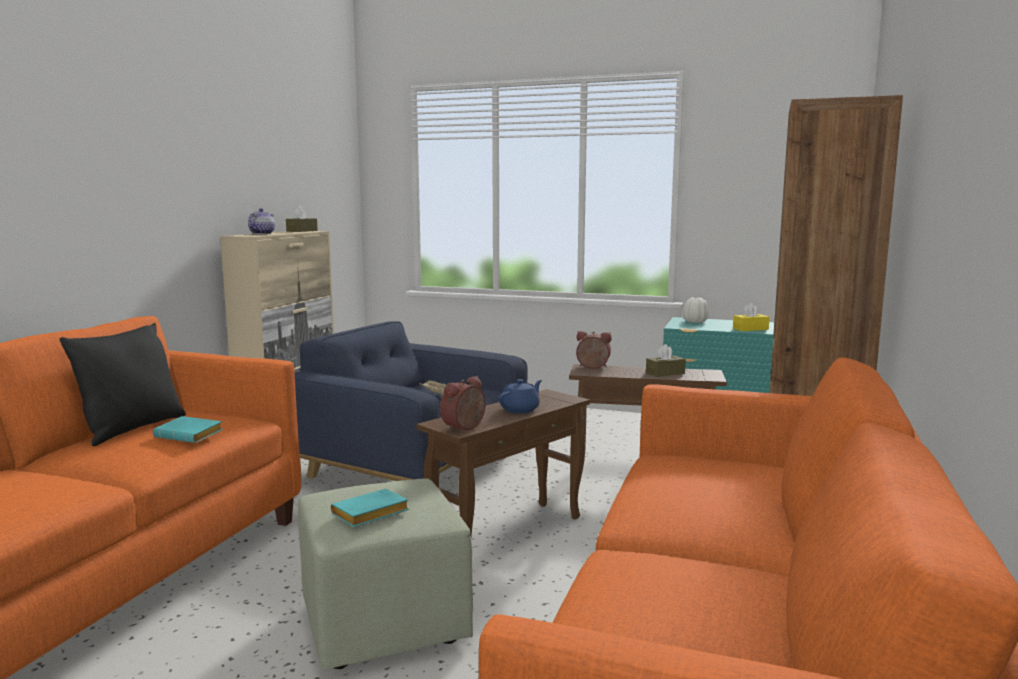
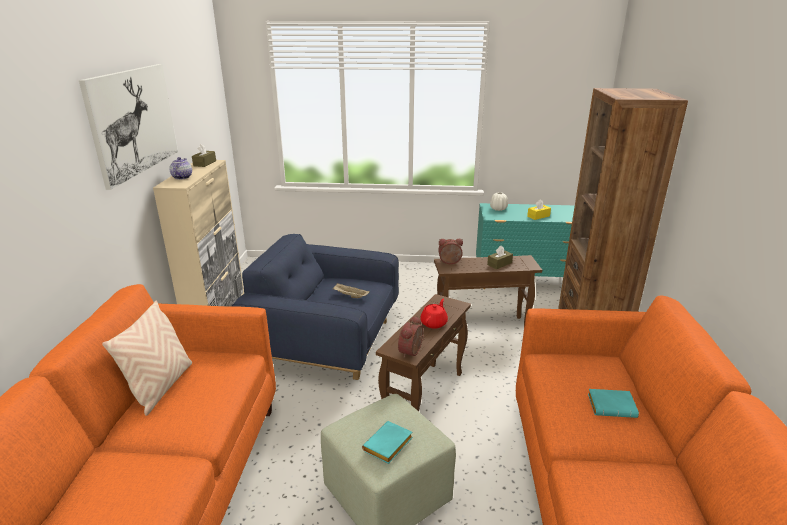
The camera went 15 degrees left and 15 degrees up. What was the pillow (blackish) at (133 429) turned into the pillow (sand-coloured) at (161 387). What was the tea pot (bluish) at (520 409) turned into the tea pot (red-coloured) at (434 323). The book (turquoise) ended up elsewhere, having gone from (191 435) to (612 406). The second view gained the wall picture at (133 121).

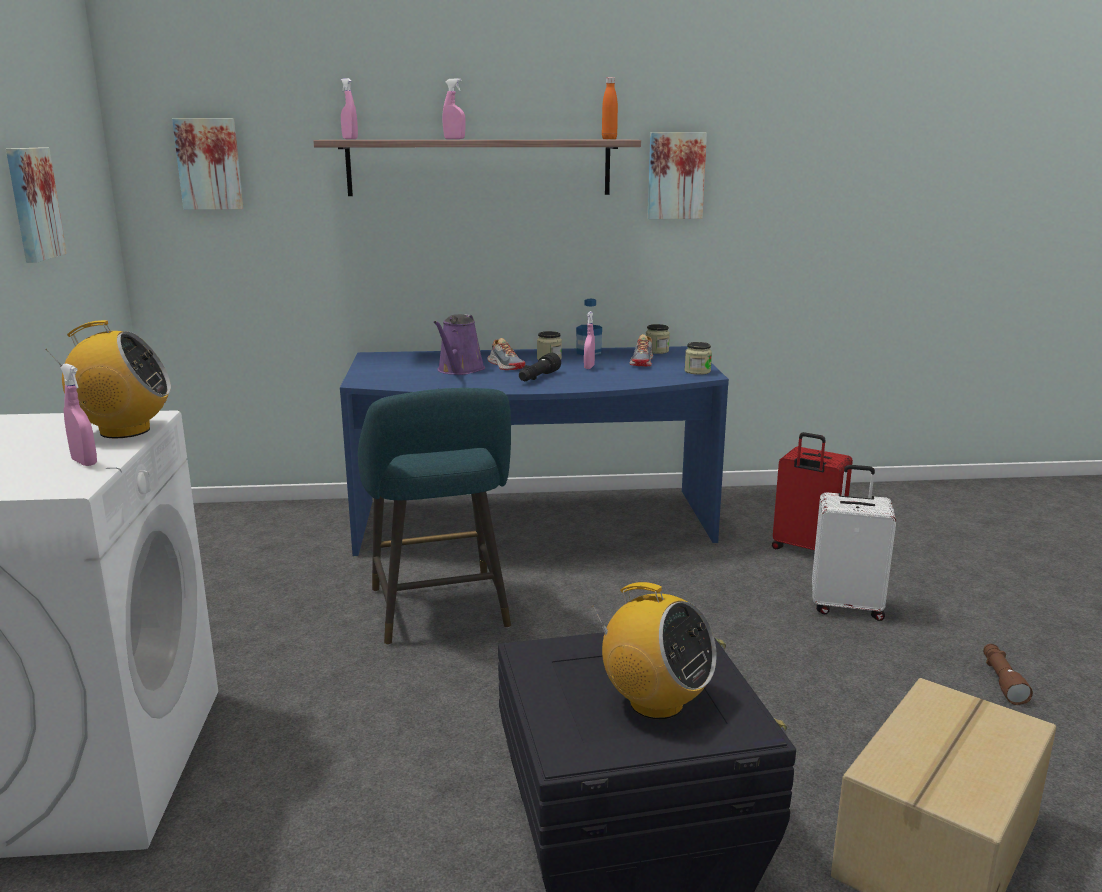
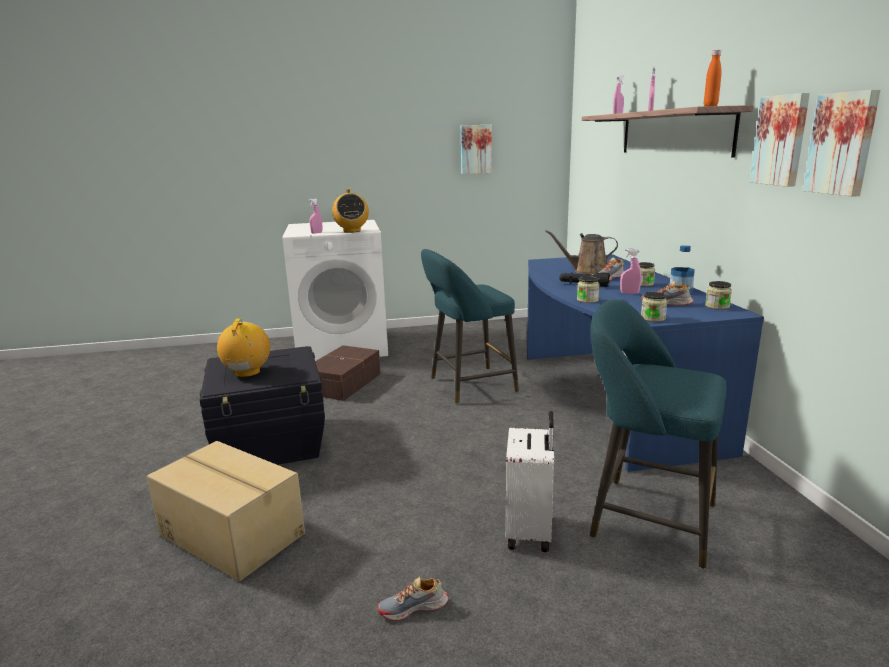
The camera went 85 degrees right and 0 degrees up. The wall picture ended up elsewhere, having gone from (209 164) to (842 144). What was the watering pot (purple-coloured) at (459 370) turned into the watering pot (brown) at (587 271). Where the piece of luggage (red-coloured) stood at (805 549), the stool (turquoise) came to stand at (645 518). The radio at (655 703) ended up facing another way, 150 degrees clockwise from before. Where the torch (brown) stood at (1001 680), the low shoe came to stand at (414 608). The second view gained the storage jar at (587 300). The second view gained the storage box (brown) at (342 383).

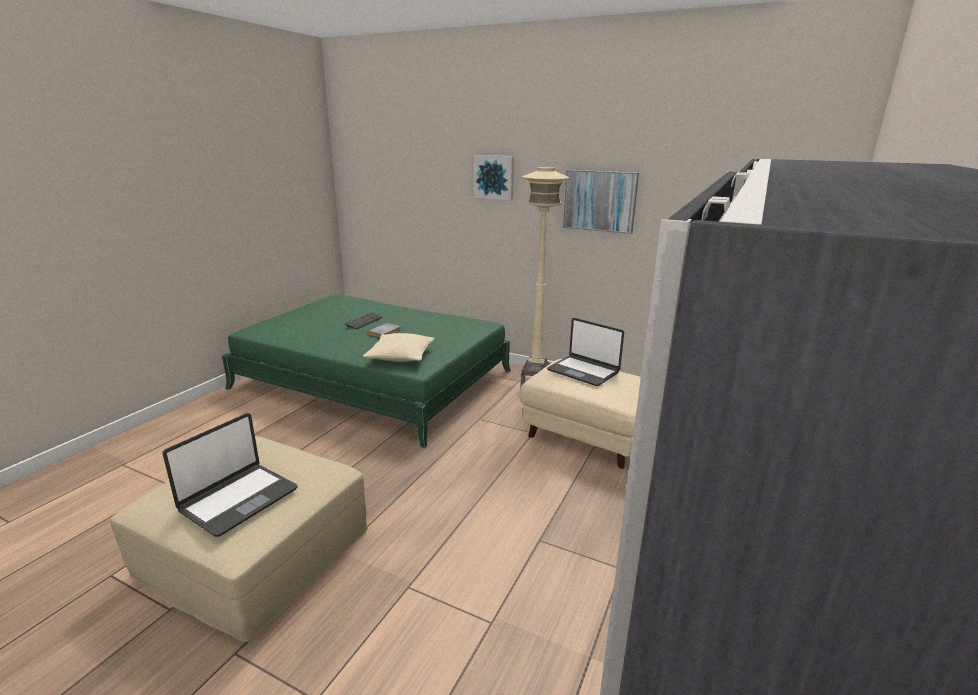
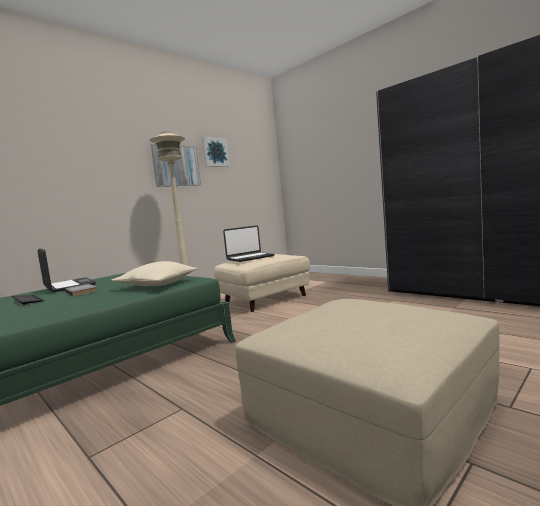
The camera went 70 degrees left and 15 degrees down. The wall picture ended up elsewhere, having gone from (494 177) to (215 152). The notebook computer ended up elsewhere, having gone from (238 499) to (68 286).

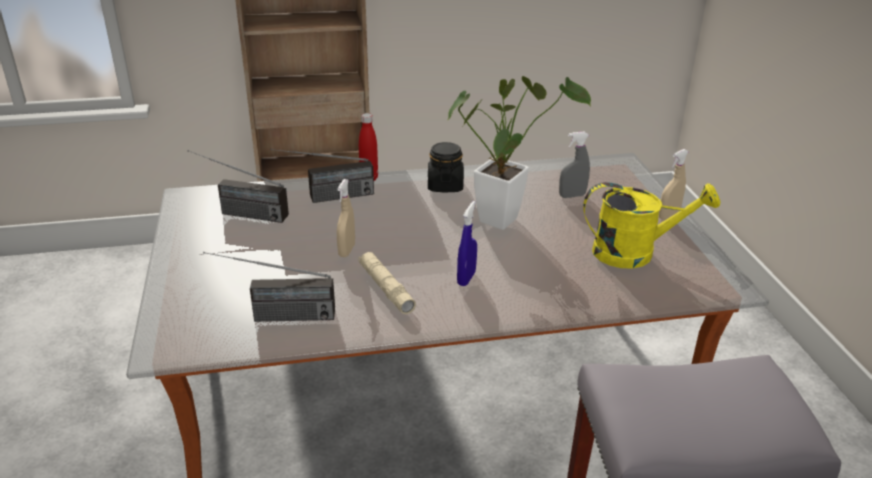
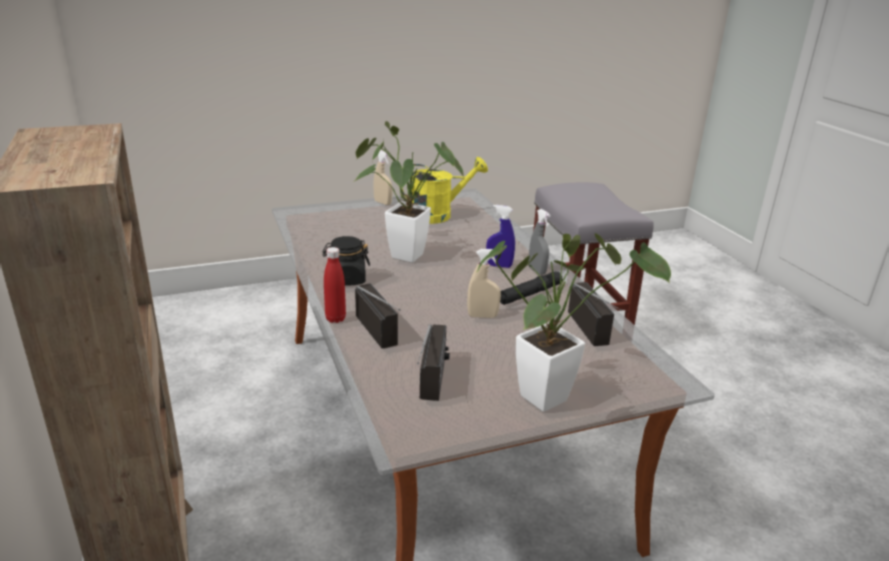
The camera went 100 degrees left and 5 degrees down. The hand sprayer (greyish) ended up elsewhere, having gone from (572 196) to (537 270). The watering pot (yellowish) at (634 253) ended up facing another way, 75 degrees clockwise from before. What was the torch (sand-coloured) at (386 288) turned into the torch (blackish) at (529 294). The second view gained the houseplant at (551 395).

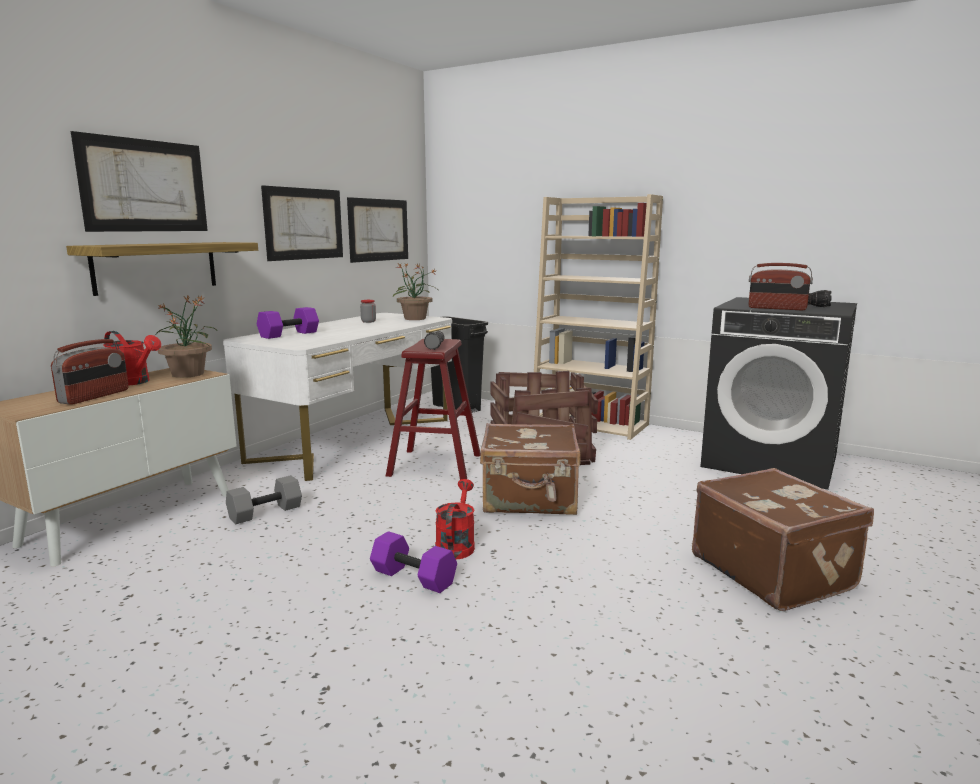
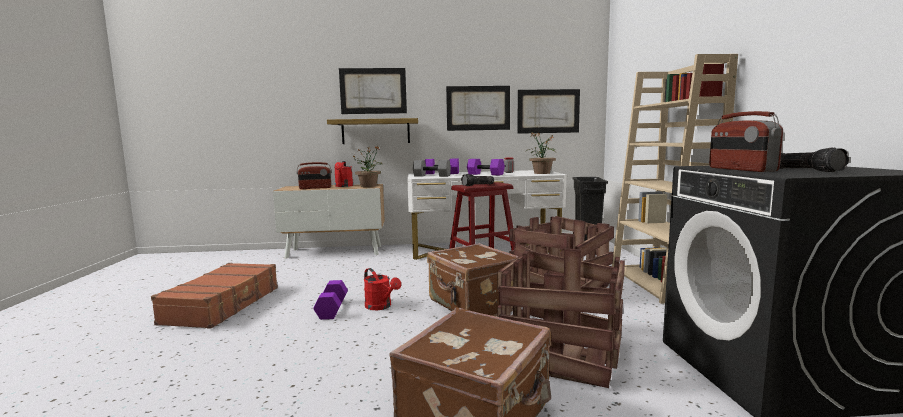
The camera went 55 degrees right and 5 degrees down. The dumbbell (greyish) ended up elsewhere, having gone from (265 512) to (432 176). The watering pot (red-coloured) at (456 545) ended up facing another way, 75 degrees clockwise from before. The second view gained the dumbbell (purple-coloured) at (486 174). The second view gained the crate at (561 353). The second view gained the piece of luggage (brown) at (223 305).

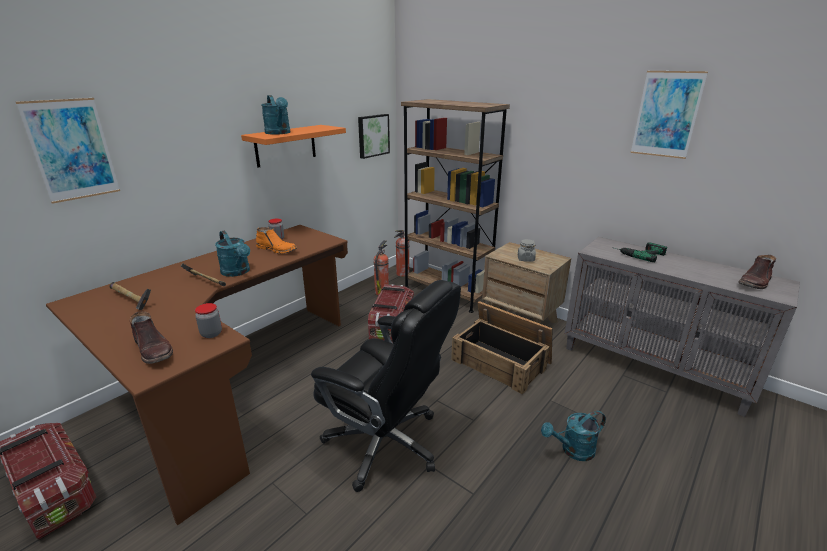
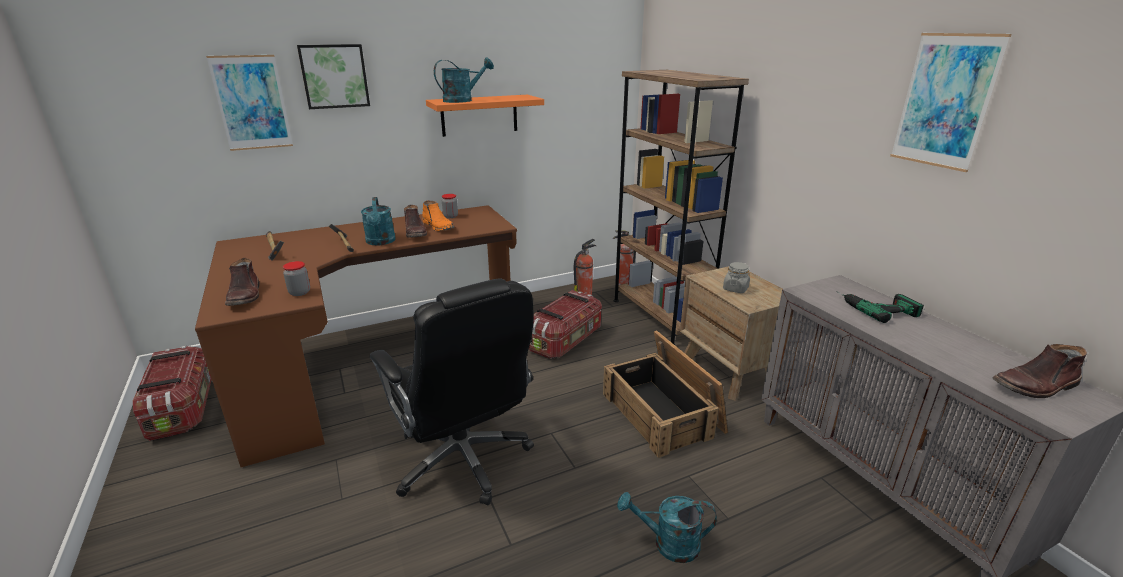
The camera went 25 degrees right and 0 degrees up. The watering pot (turquoise) at (279 133) ended up facing another way, 120 degrees counterclockwise from before. The wall picture ended up elsewhere, having gone from (372 135) to (334 76). The second view gained the boot (brown) at (415 232).

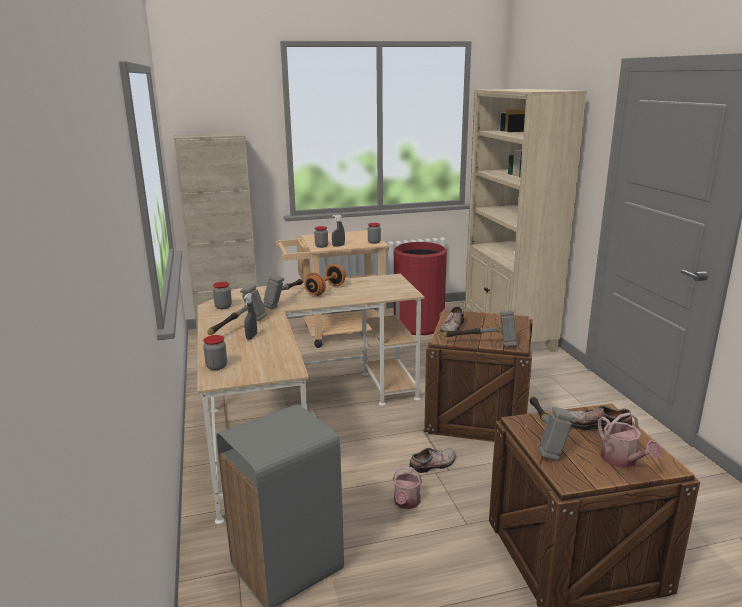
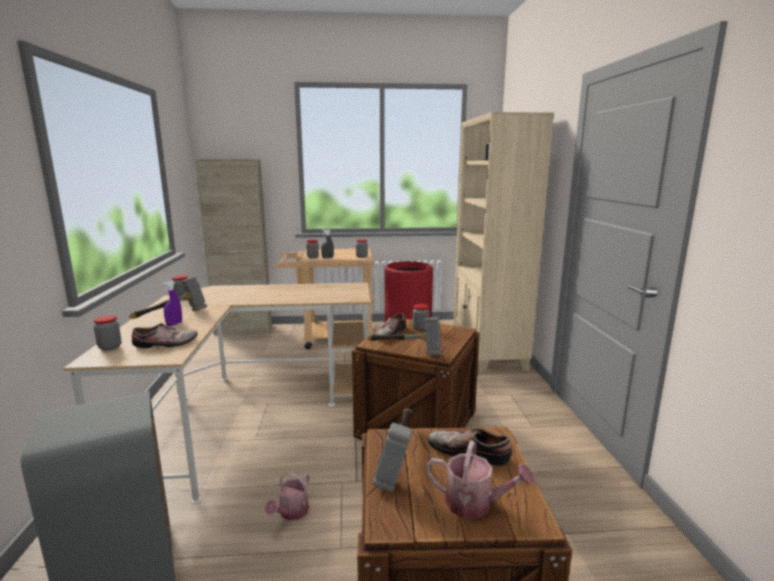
The camera went 10 degrees right and 5 degrees down. The second view lost the dumbbell (orange) at (325 290). The second view lost the tool hammer at (285 300). What was the hand sprayer (greyish) at (251 337) turned into the hand sprayer (purple-coloured) at (174 324). The watering pot at (622 461) ended up facing another way, 60 degrees counterclockwise from before. The low shoe ended up elsewhere, having gone from (434 465) to (166 344). The second view gained the storage jar at (420 328).

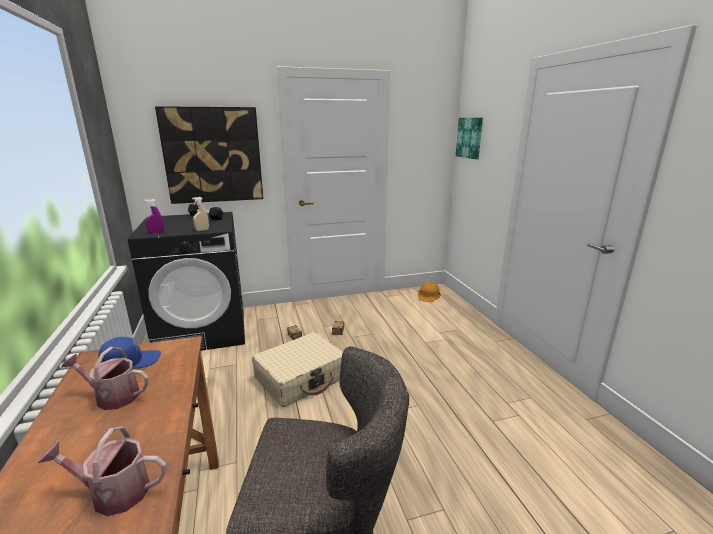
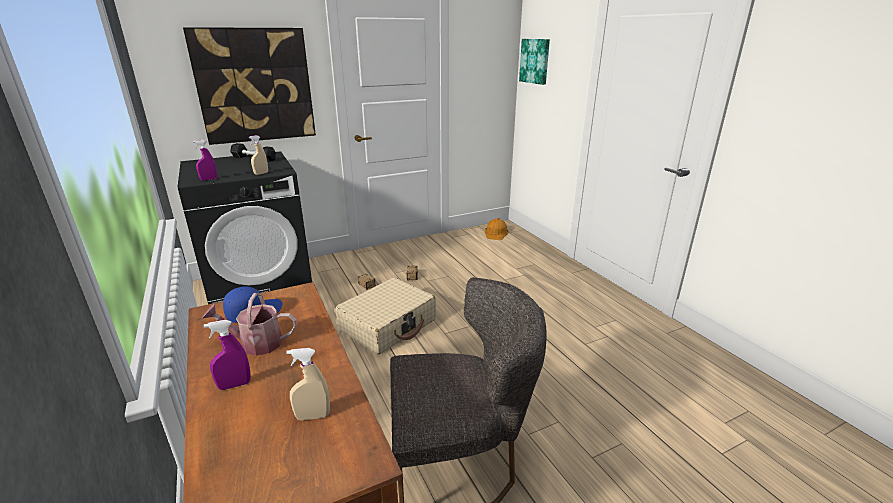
The camera went 10 degrees left and 5 degrees up. Where the watering pot stood at (113 492), the hand sprayer (sand-coloured) came to stand at (313 416). The second view gained the hand sprayer (purple-coloured) at (234 385).

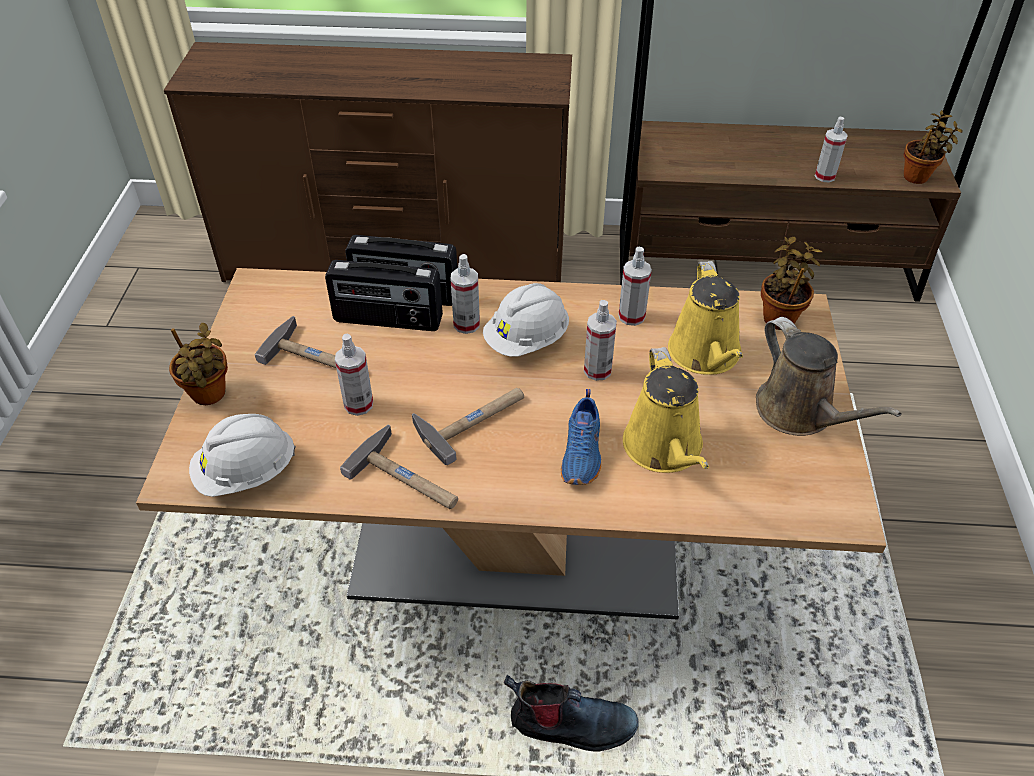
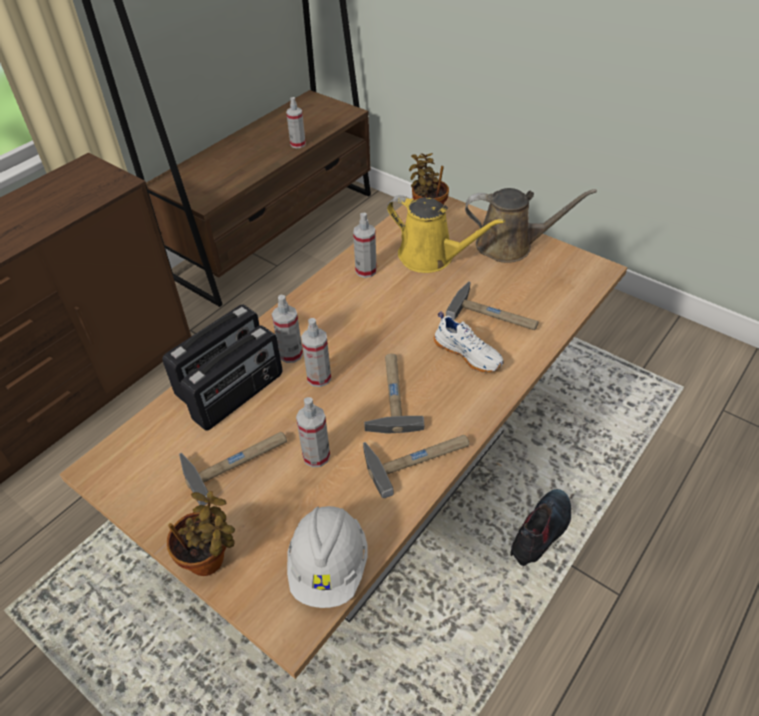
The camera went 55 degrees left and 0 degrees up. The second view lost the houseplant at (918 177). The second view lost the work helmet (white-coloured) at (527 340). The hand sprayer ended up elsewhere, having gone from (597 370) to (319 377). Where the watering pot (yellowish) stood at (664 449), the tool hammer came to stand at (494 314). What was the low shoe (bluish) at (583 454) turned into the low shoe (white-coloured) at (468 353).

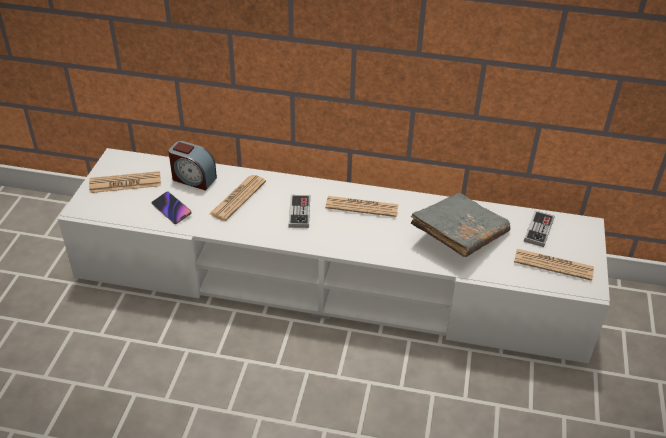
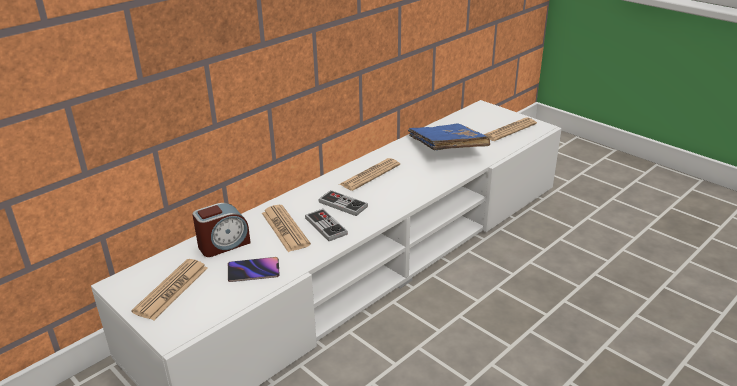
The camera went 55 degrees left and 10 degrees down. What was the book (greyish) at (458 235) turned into the book (bluish) at (446 150). The game controller ended up elsewhere, having gone from (538 230) to (326 226).

